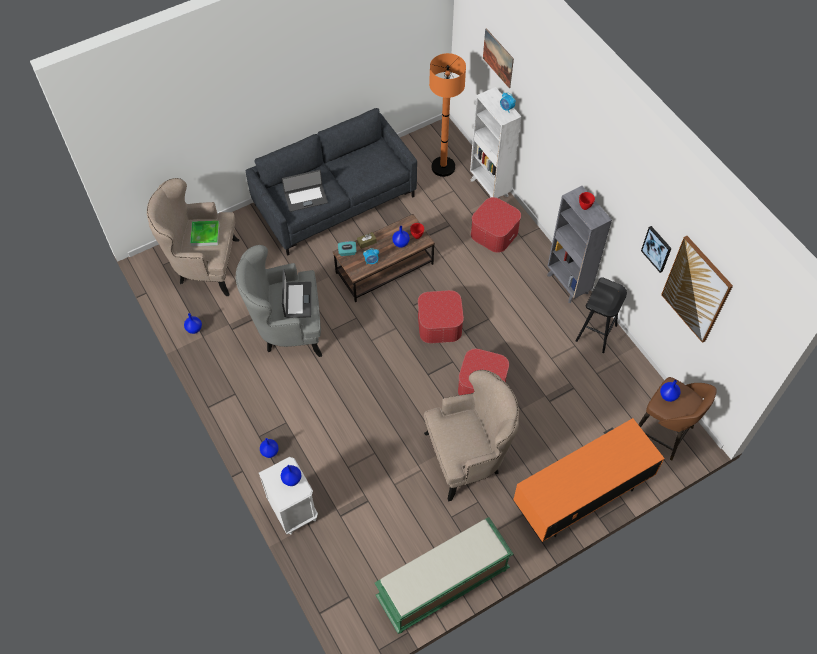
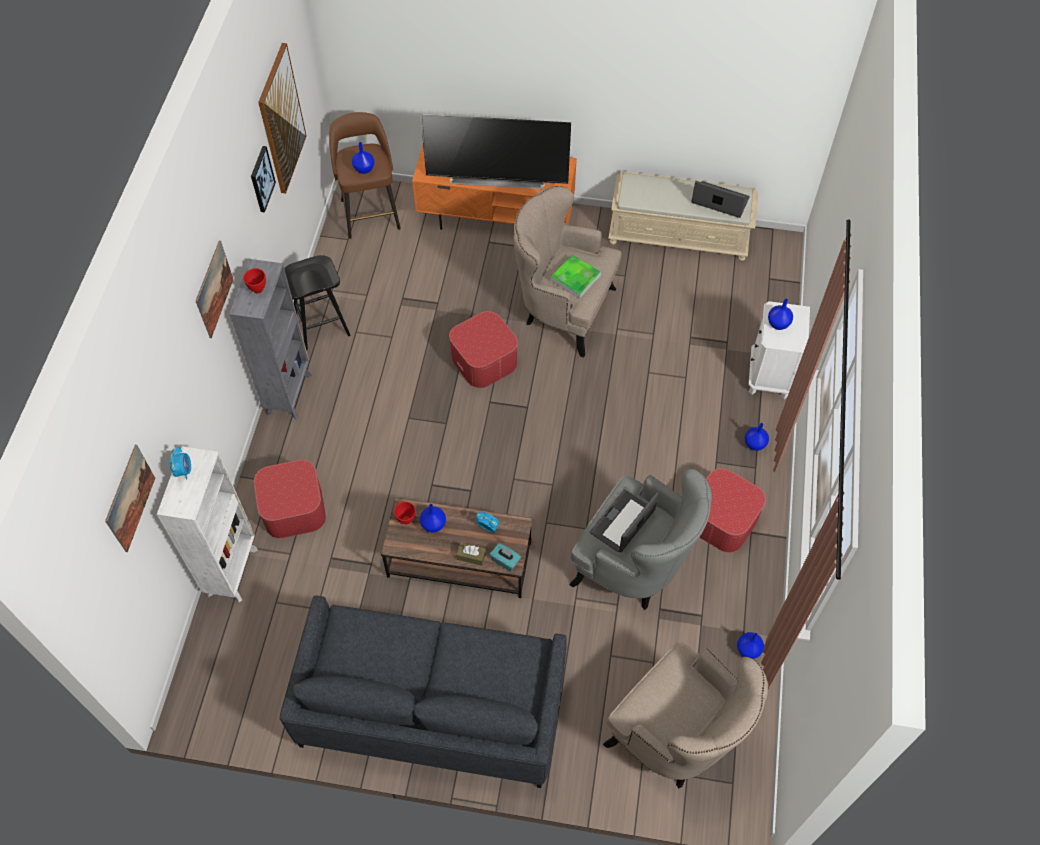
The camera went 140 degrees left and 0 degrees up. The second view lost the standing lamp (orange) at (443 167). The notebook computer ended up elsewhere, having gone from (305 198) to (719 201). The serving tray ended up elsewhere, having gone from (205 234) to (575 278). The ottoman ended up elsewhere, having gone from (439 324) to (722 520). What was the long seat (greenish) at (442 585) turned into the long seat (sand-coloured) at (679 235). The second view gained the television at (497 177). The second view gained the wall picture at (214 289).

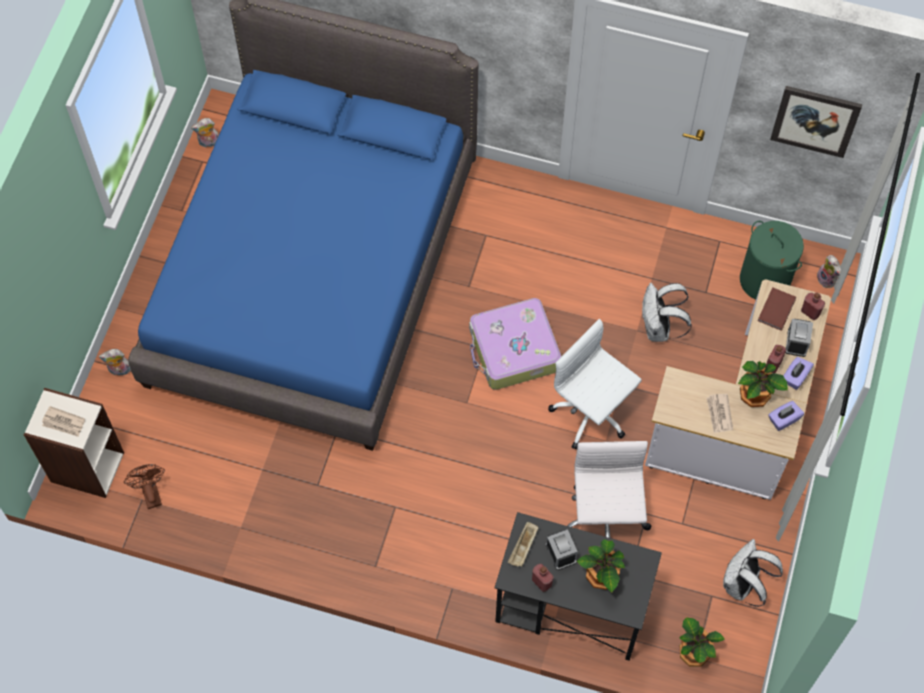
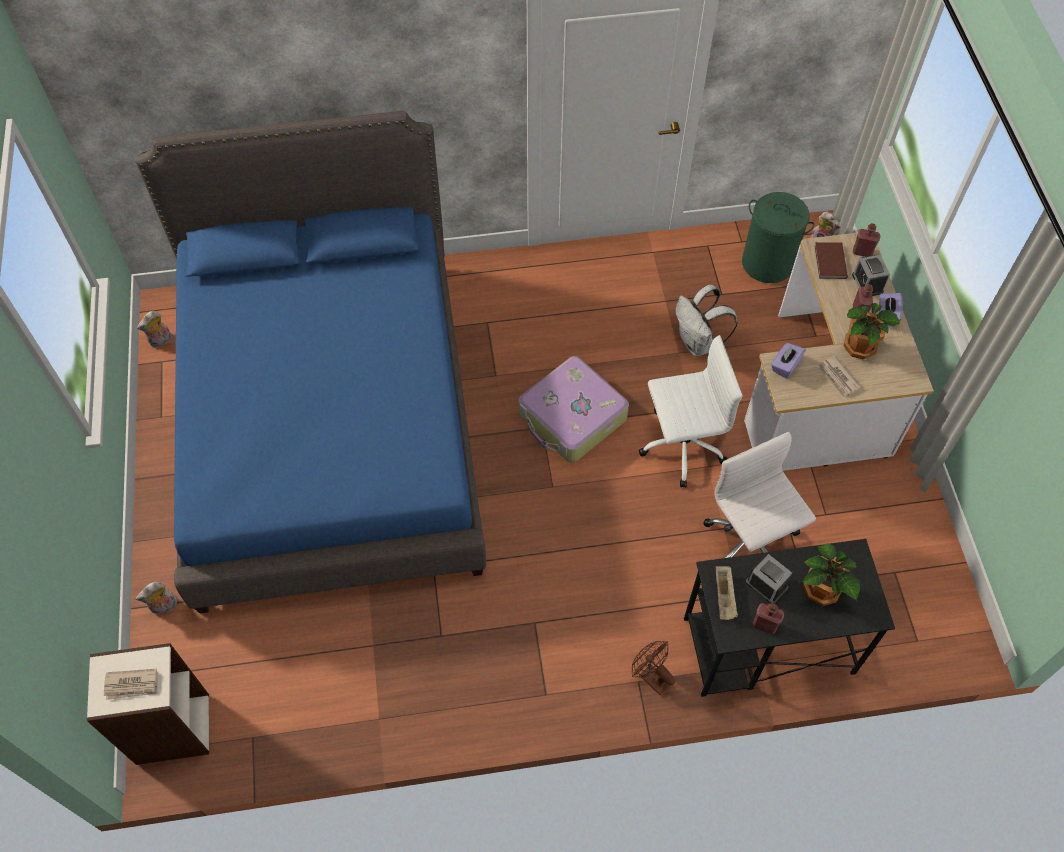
The camera went 25 degrees left and 5 degrees down. The second view lost the wall picture at (815 120). The desk chair (white-coloured) at (592 413) ended up facing another way, 150 degrees clockwise from before. The tissue box (purple-coloured) ended up elsewhere, having gone from (783 419) to (785 366). The electric fan (brown) ended up elsewhere, having gone from (150 493) to (650 676). The second view lost the rucksack (white-coloured) at (742 585). The second view lost the houseplant at (694 651).

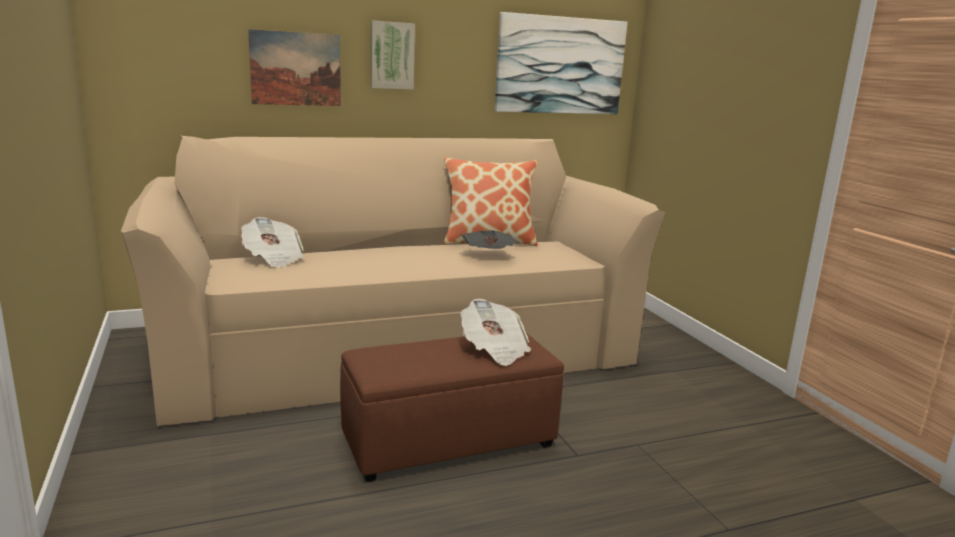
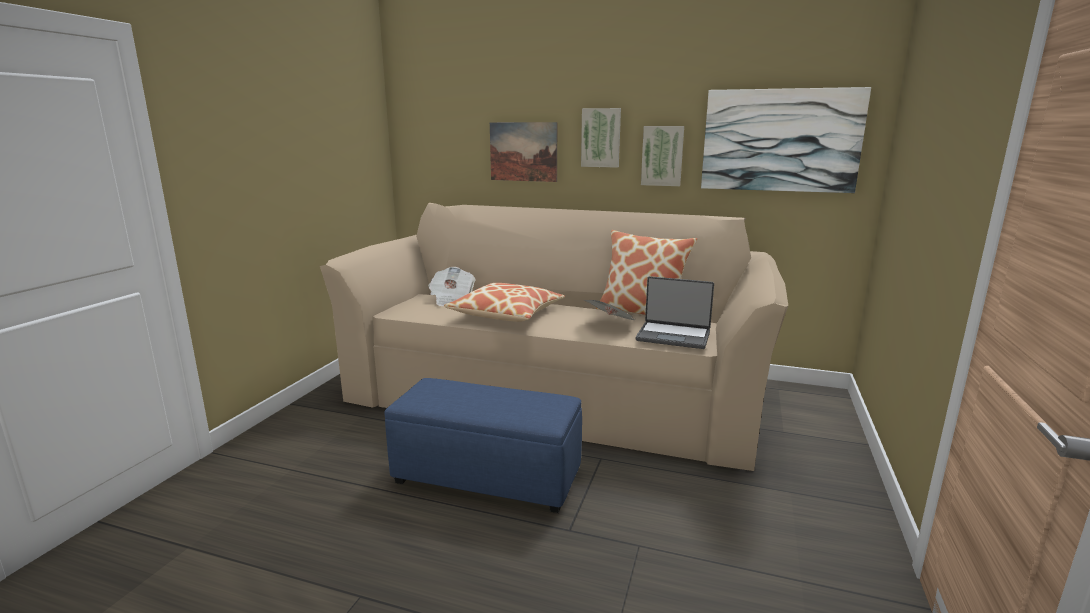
The camera went 40 degrees right and 0 degrees up. The second view lost the printed paper at (494 350). What was the ottoman (brown) at (450 441) turned into the ottoman (bluish) at (488 477). The second view gained the wall picture at (662 156). The second view gained the notebook computer at (673 336). The second view gained the pillow at (506 314).

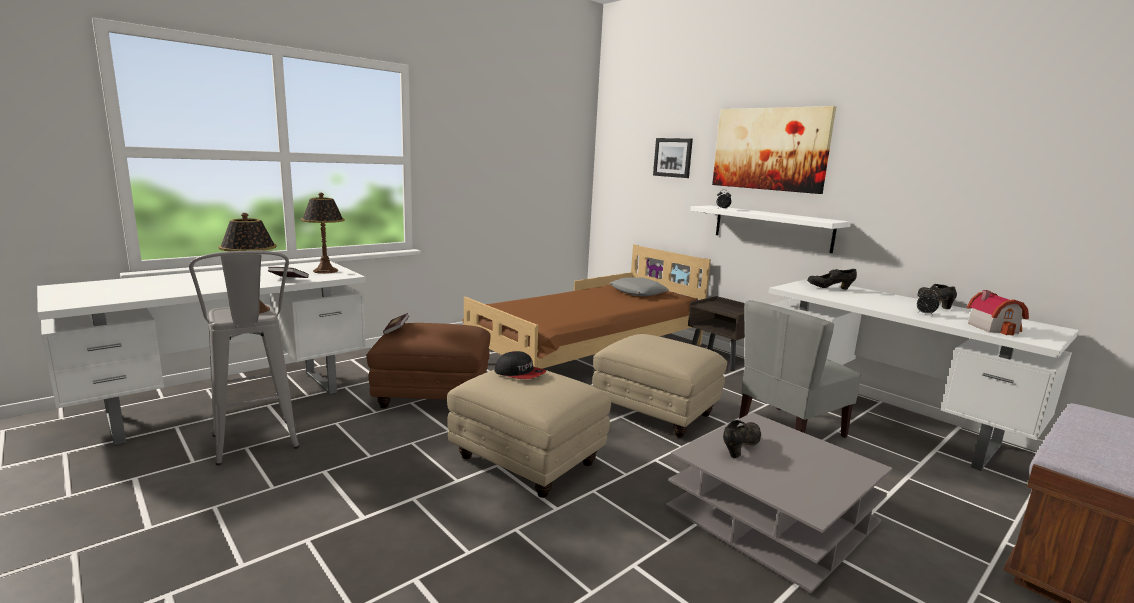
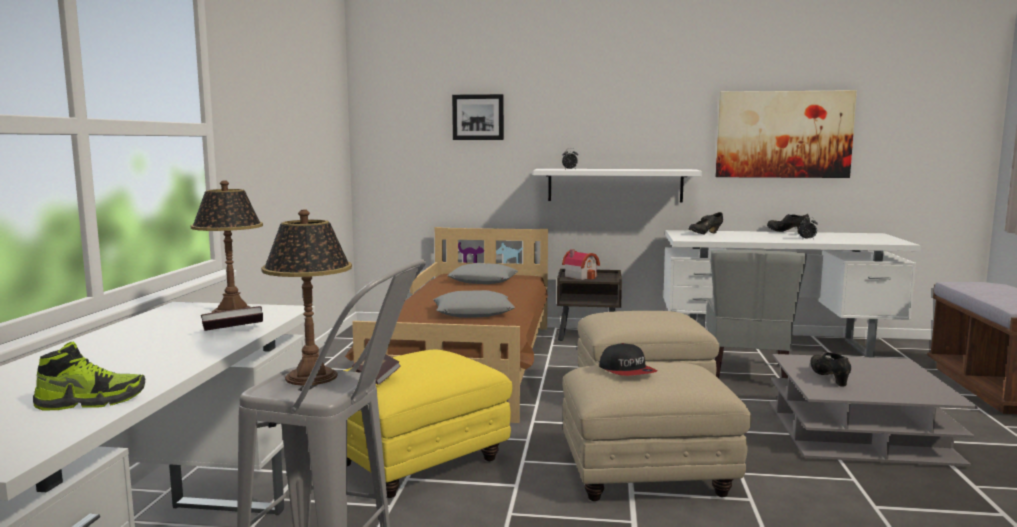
The camera went 40 degrees left and 5 degrees down. The wall picture ended up elsewhere, having gone from (769 149) to (783 134). The miniature house ended up elsewhere, having gone from (994 328) to (581 276). What was the ottoman (brown) at (434 397) turned into the ottoman (yellowish) at (419 462). The peaked cap at (520 373) ended up facing another way, 75 degrees clockwise from before. The second view gained the pillow (greyish) at (473 312). The second view gained the low shoe at (91 402).

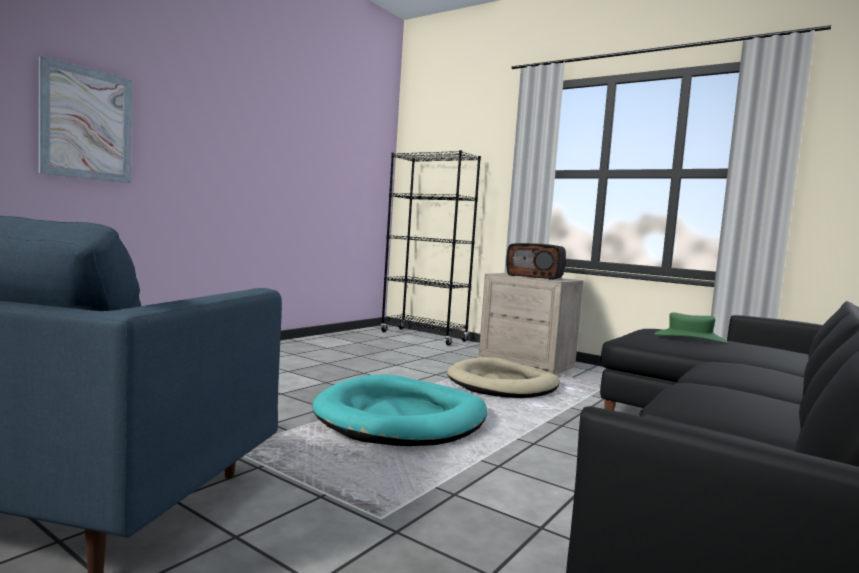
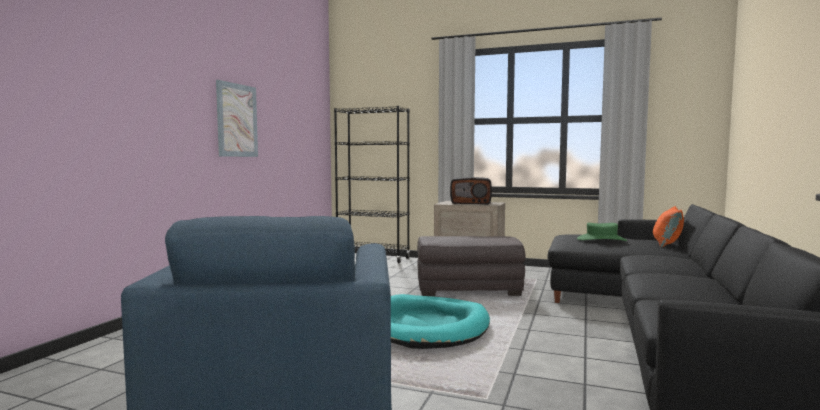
The camera went 15 degrees left and 0 degrees up. The wall picture ended up elsewhere, having gone from (87 124) to (237 120). Where the pet bed (sand-coloured) stood at (503 384), the ottoman (greyish) came to stand at (468 289). The second view gained the pillow (orange) at (667 244).

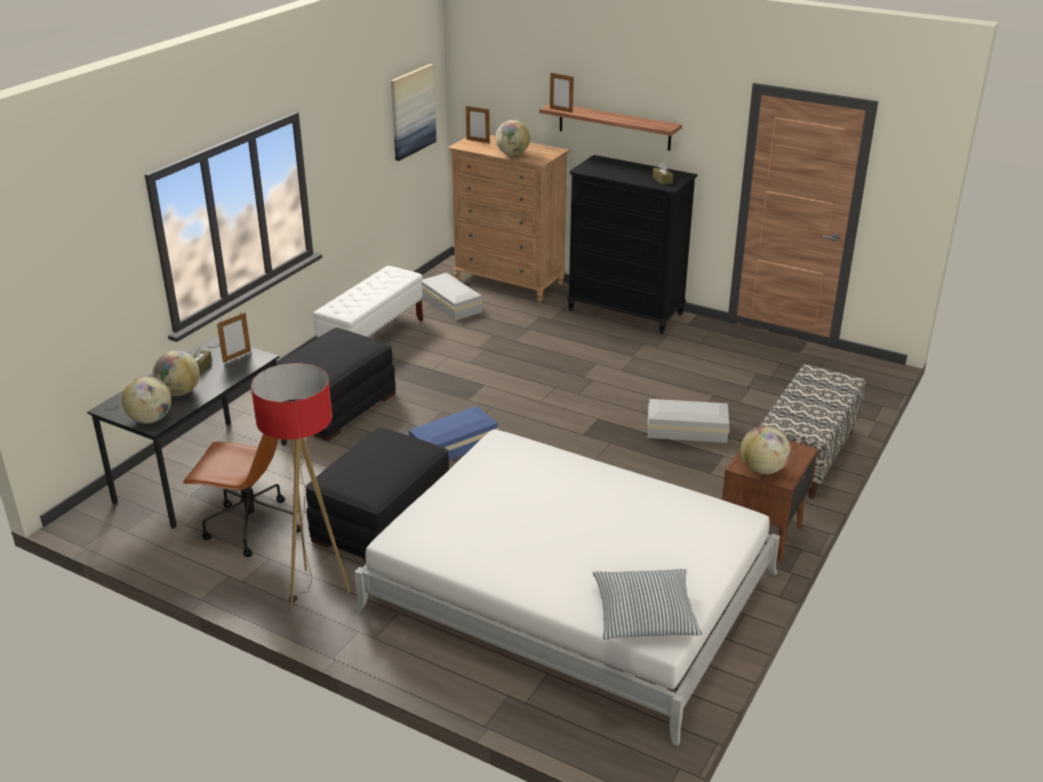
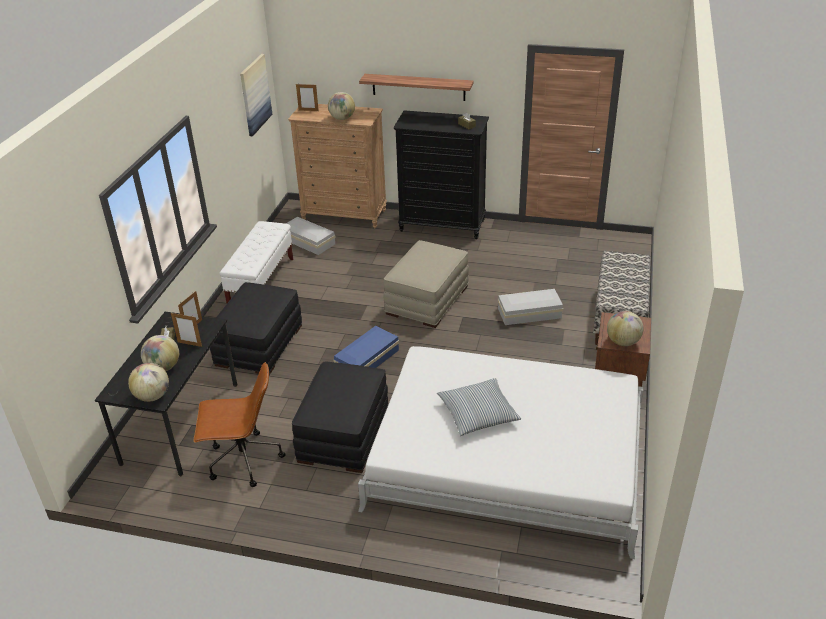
The camera went 15 degrees left and 5 degrees up. The picture frame ended up elsewhere, having gone from (561 110) to (189 344). The second view lost the standing lamp at (315 590). The pillow ended up elsewhere, having gone from (645 614) to (478 413). The second view gained the ottoman (sand-coloured) at (427 299).

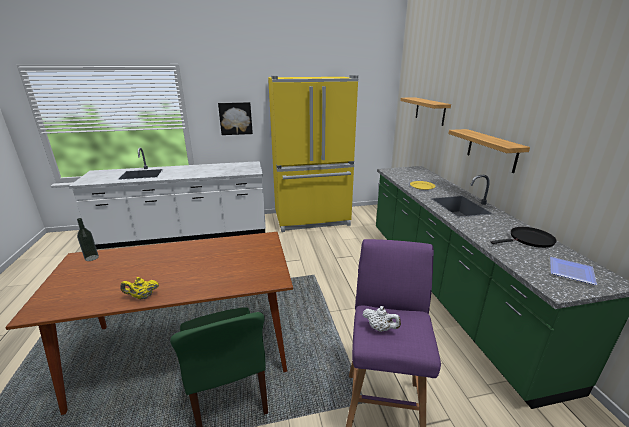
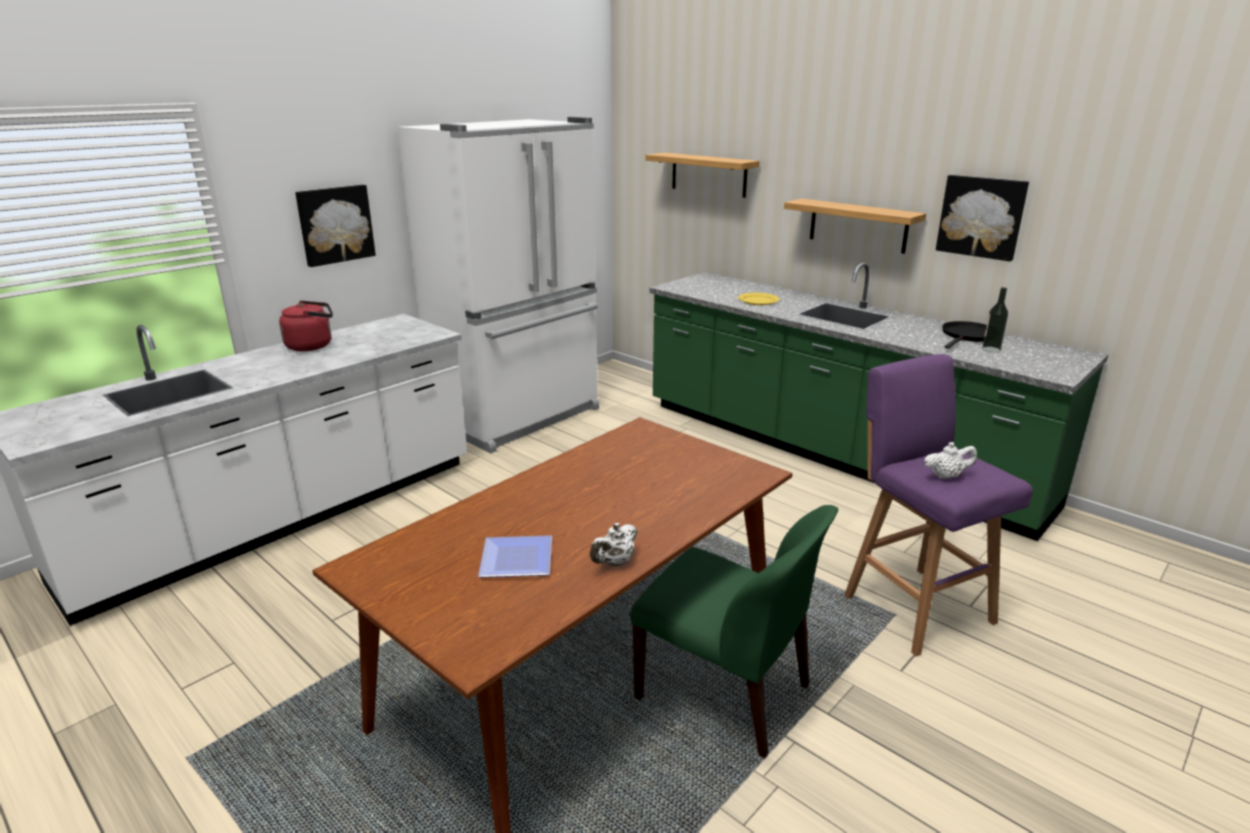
The camera went 35 degrees left and 0 degrees up. What was the refrigerator (yellowish) at (312 220) turned into the refrigerator (white-coloured) at (520 417). The bottle ended up elsewhere, having gone from (91 258) to (991 349). The plate ended up elsewhere, having gone from (572 273) to (519 561). What was the tea pot (yellowish) at (142 297) turned into the tea pot (white-coloured) at (615 562). The second view gained the wall picture at (981 217). The second view gained the water kettle (red-coloured) at (312 345).

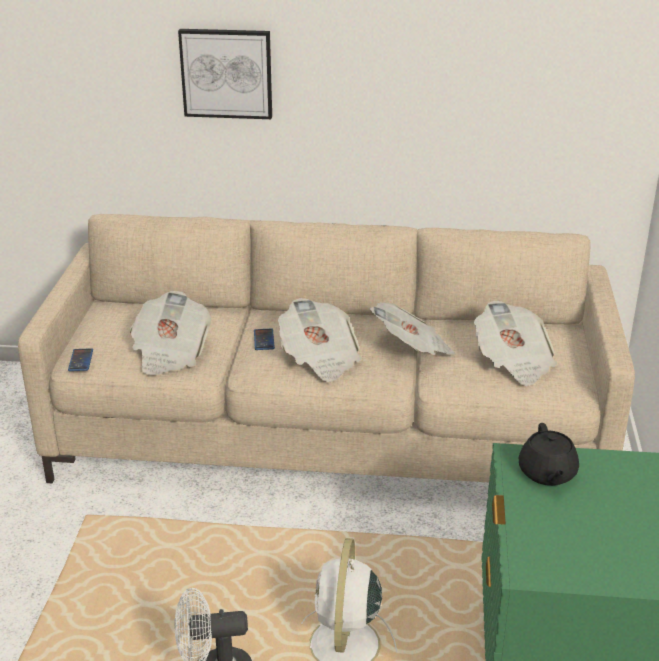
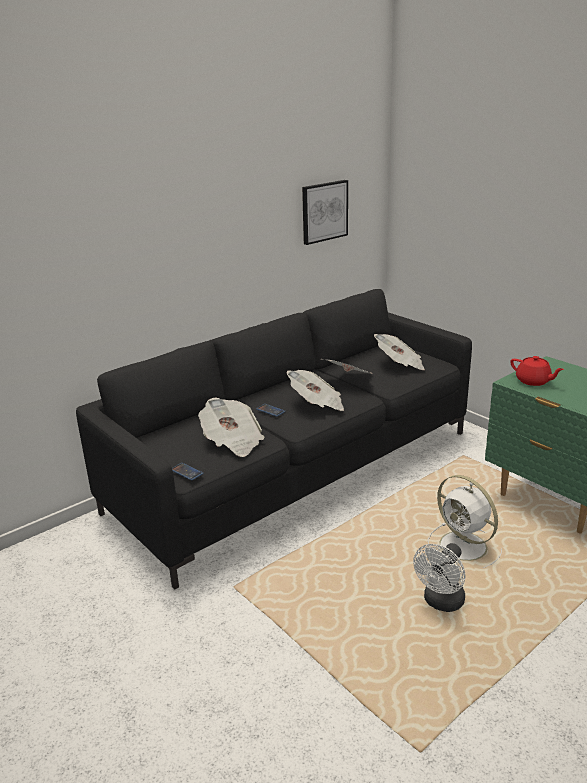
The camera went 45 degrees left and 5 degrees down. The wall picture ended up elsewhere, having gone from (226 73) to (324 211). What was the settee (sand-coloured) at (329 439) turned into the settee (blackish) at (296 471). What was the tea pot (blackish) at (547 474) turned into the tea pot (red-coloured) at (533 381).

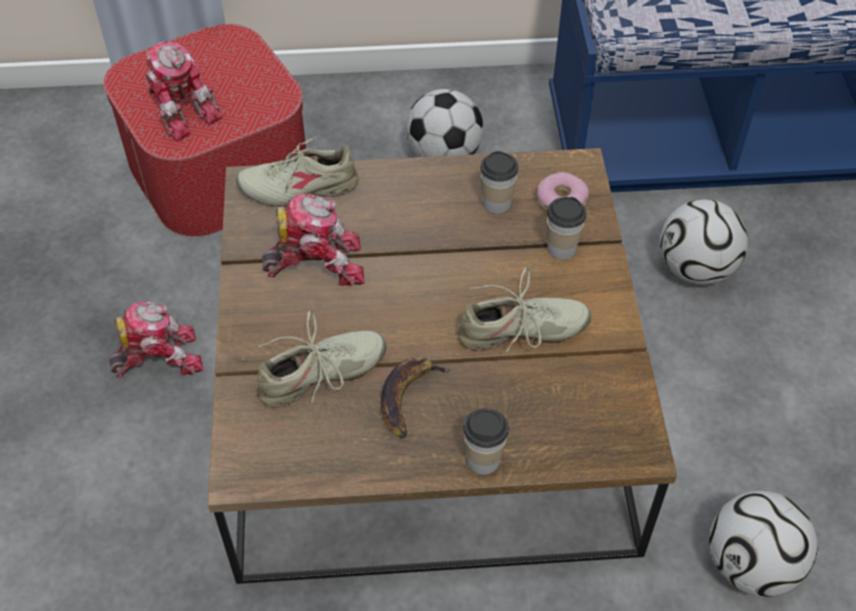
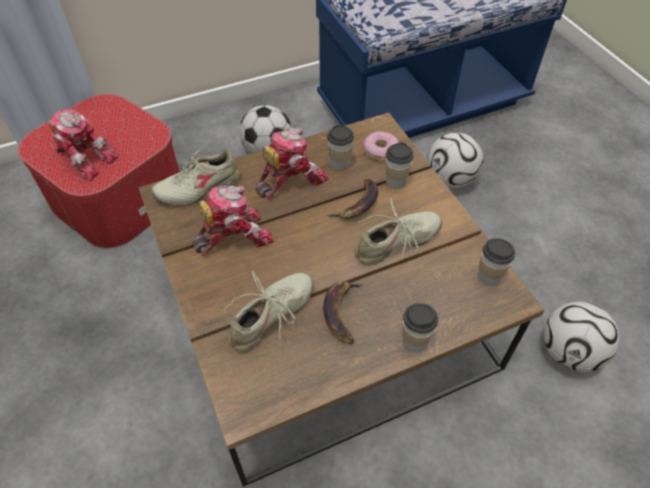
The camera went 20 degrees left and 0 degrees up. The toy robot ended up elsewhere, having gone from (159 357) to (290 179). The second view gained the banana at (358 204). The second view gained the drinking cup at (489 276).

